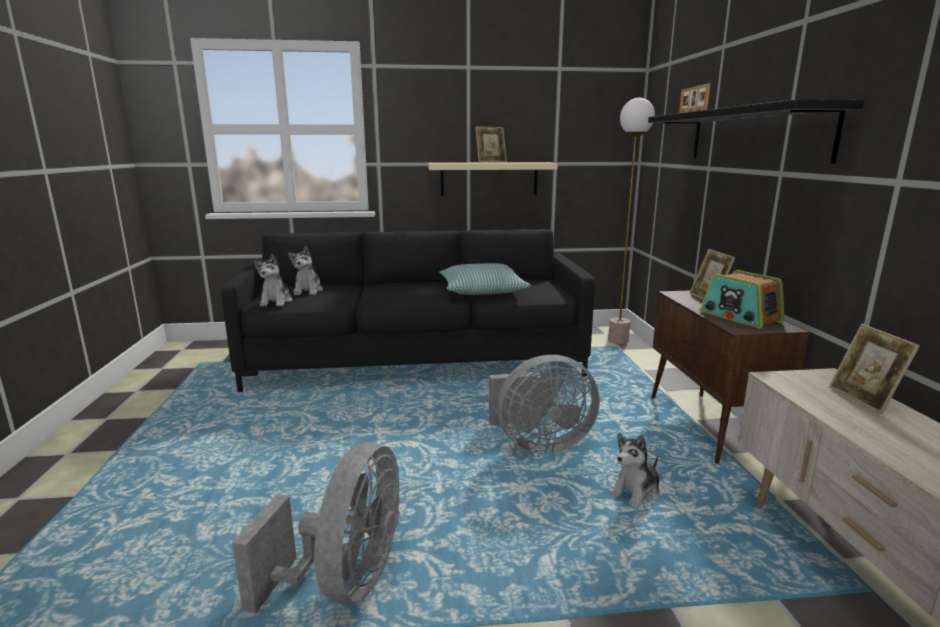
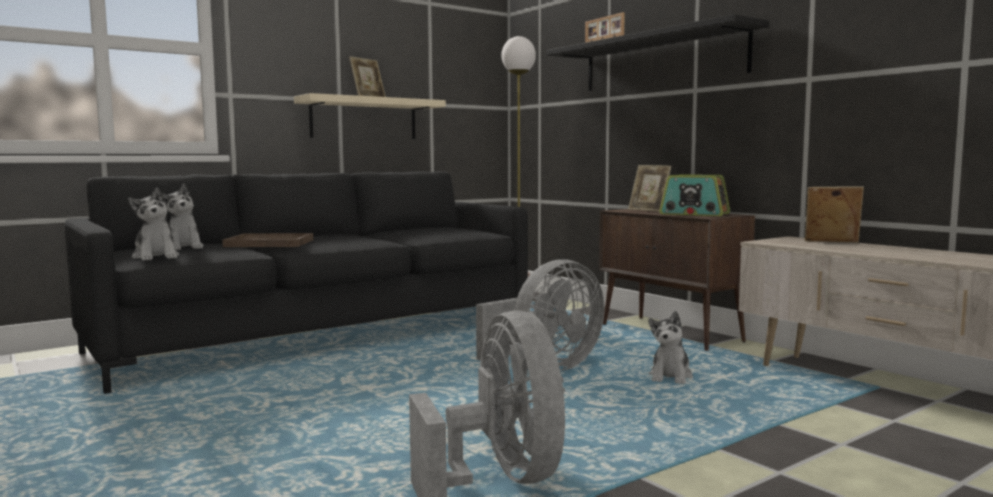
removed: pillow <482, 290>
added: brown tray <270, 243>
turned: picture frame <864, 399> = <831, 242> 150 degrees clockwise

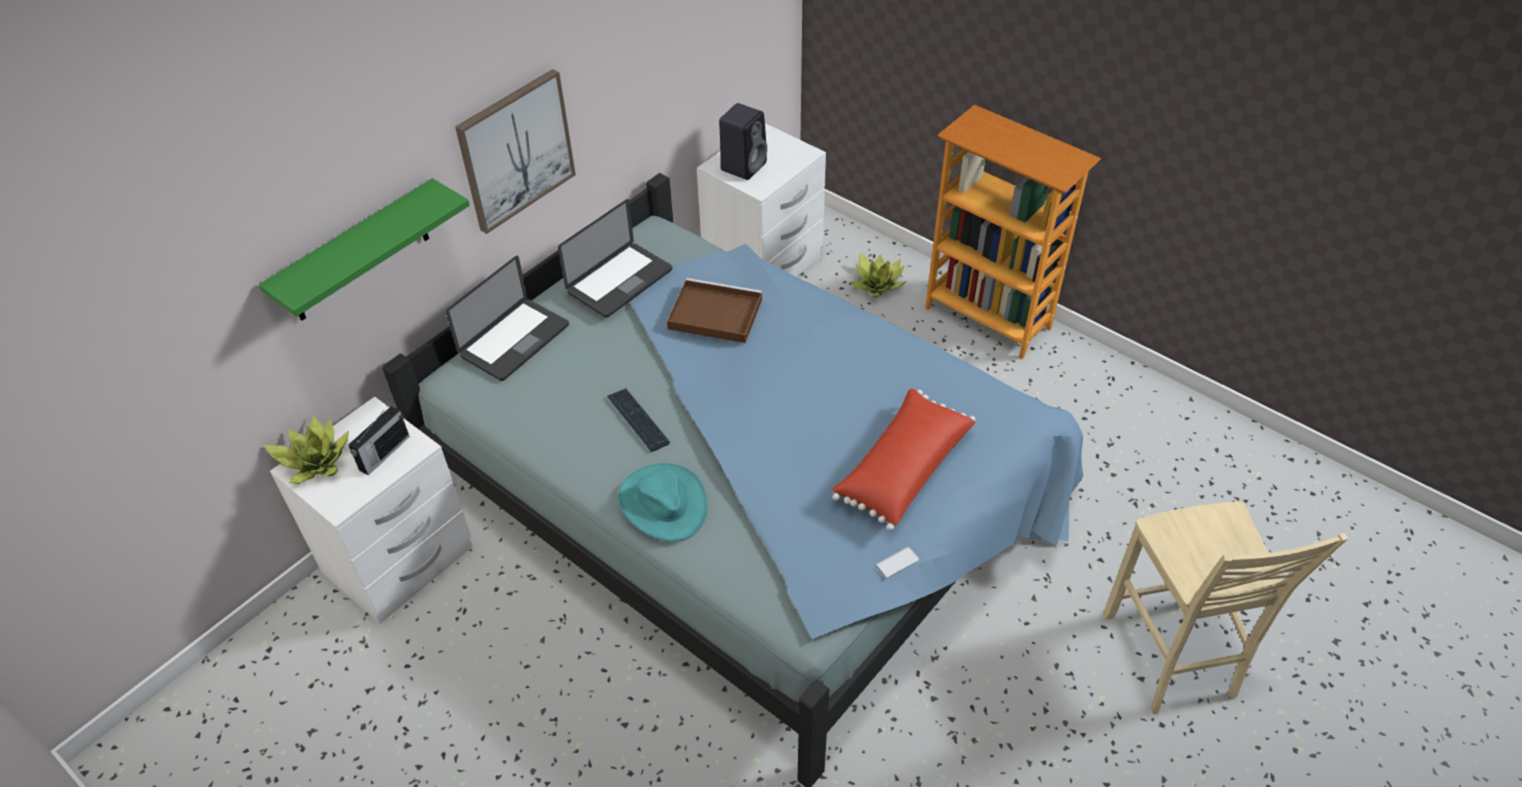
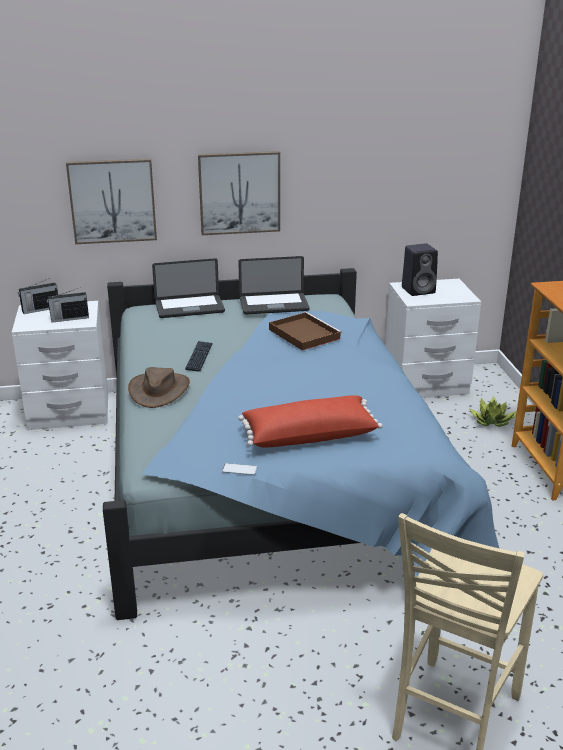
replaced: green shelf <358, 253> to picture <112, 201>; potted plant <315, 461> to radio <40, 309>
recoloured: turquoise hat <663, 503> to brown hat <159, 390>

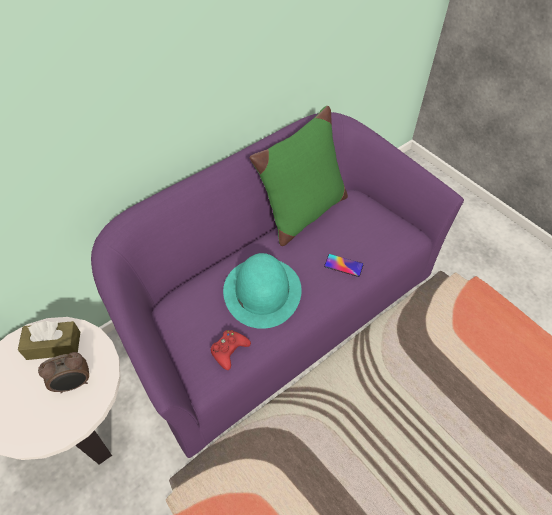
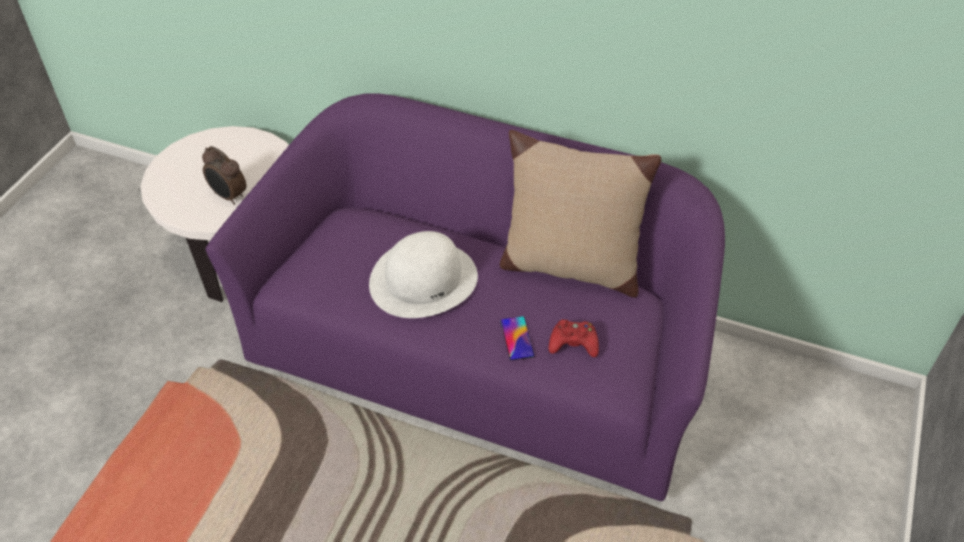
removed: brown tissue box <54, 345>
moved: red game controller <229, 350> to <573, 343>
recoloured: green pillow <302, 214> to beige pillow <569, 266>; turquoise hat <262, 291> to white hat <423, 279>

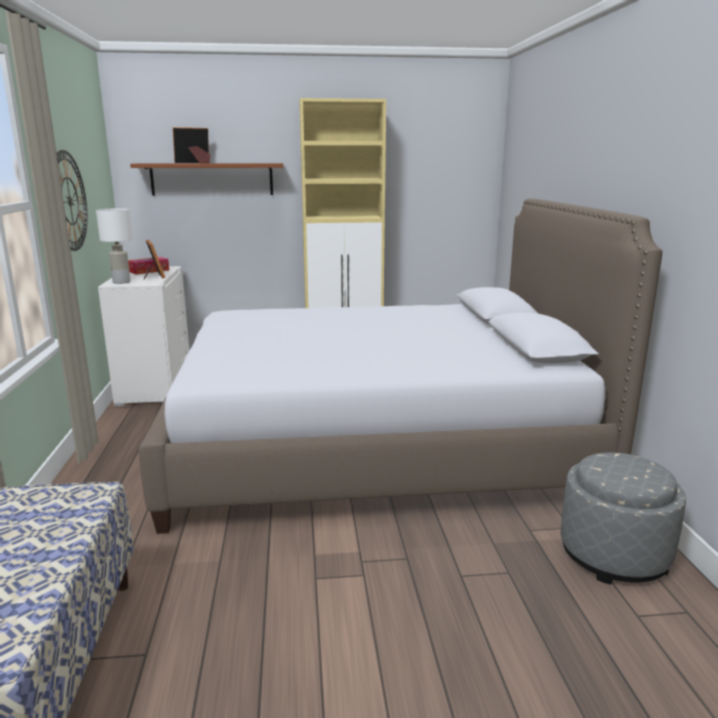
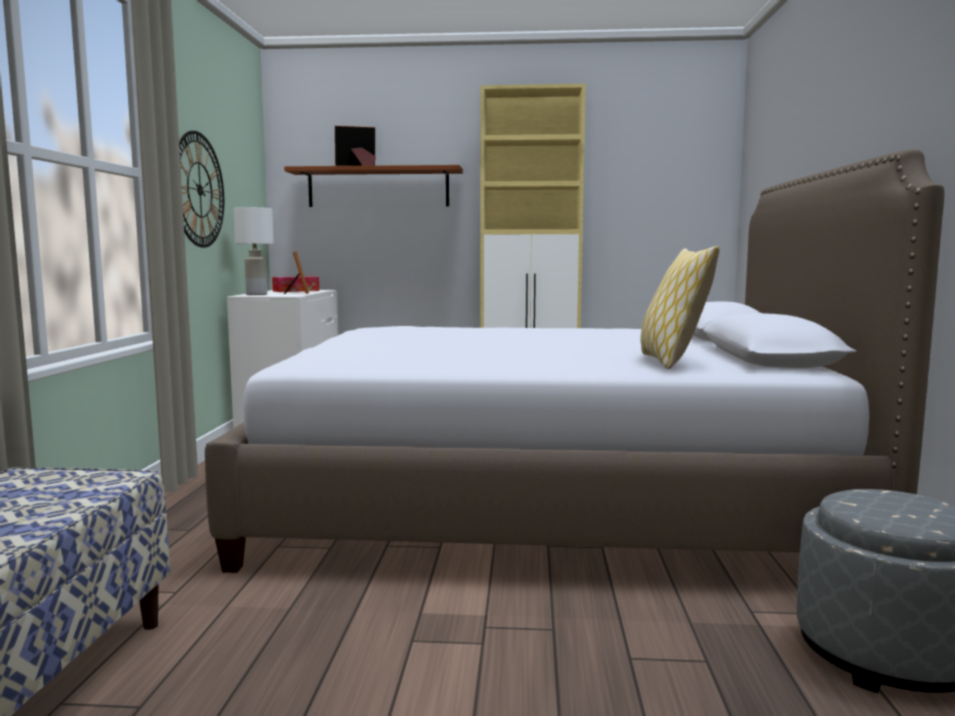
added: pillow <672, 362>

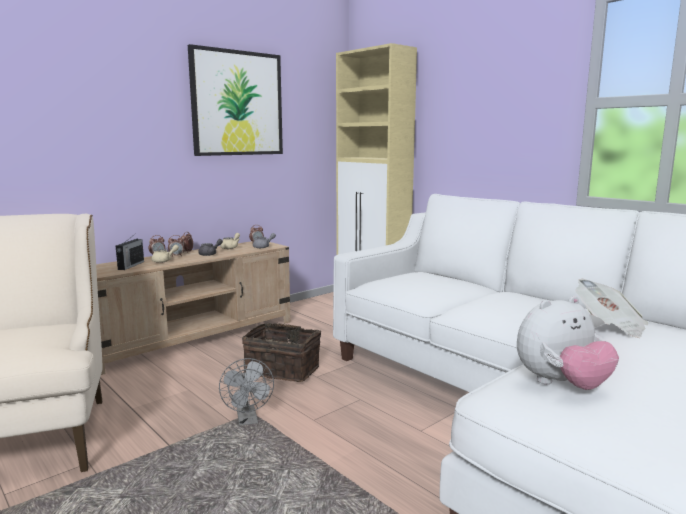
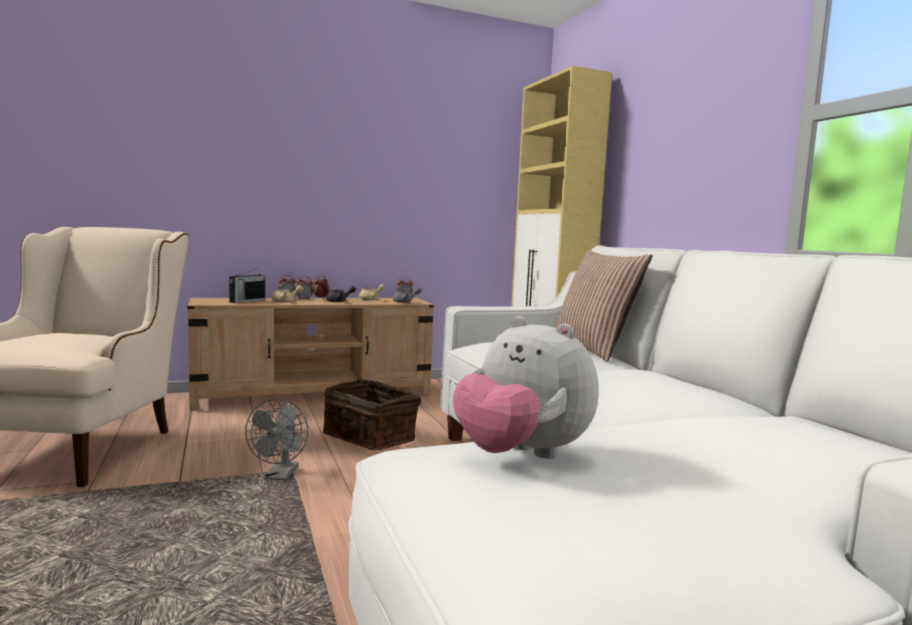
removed: picture <237, 103>; newspaper <609, 325>
added: pillow <593, 349>
turned: plush toy <561, 385> = <521, 455> 45 degrees clockwise

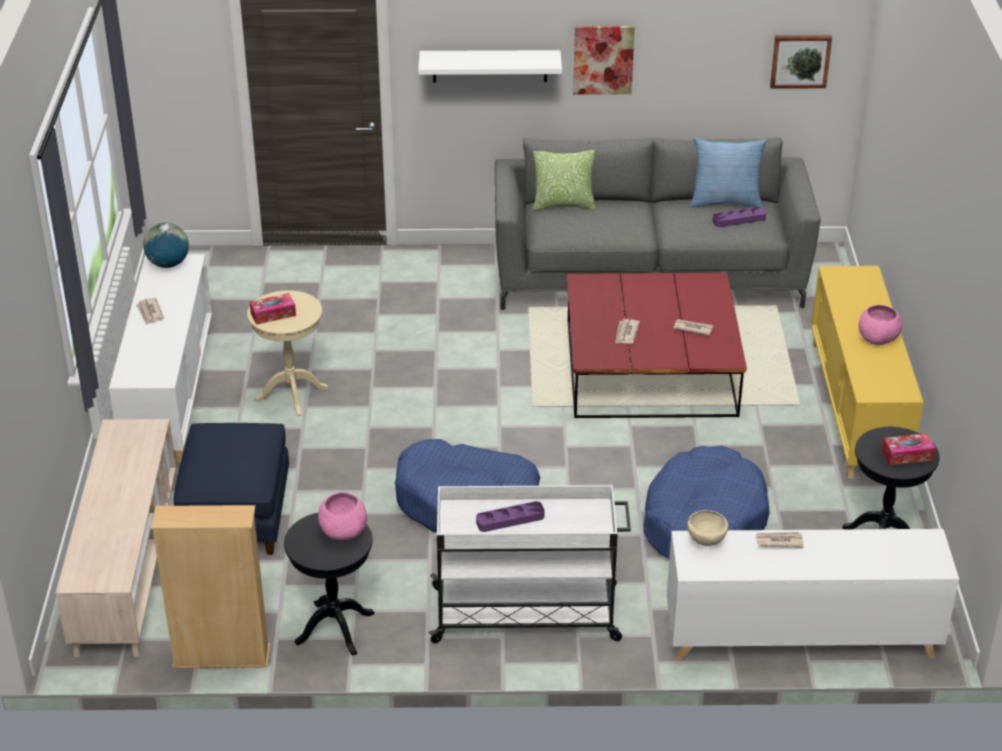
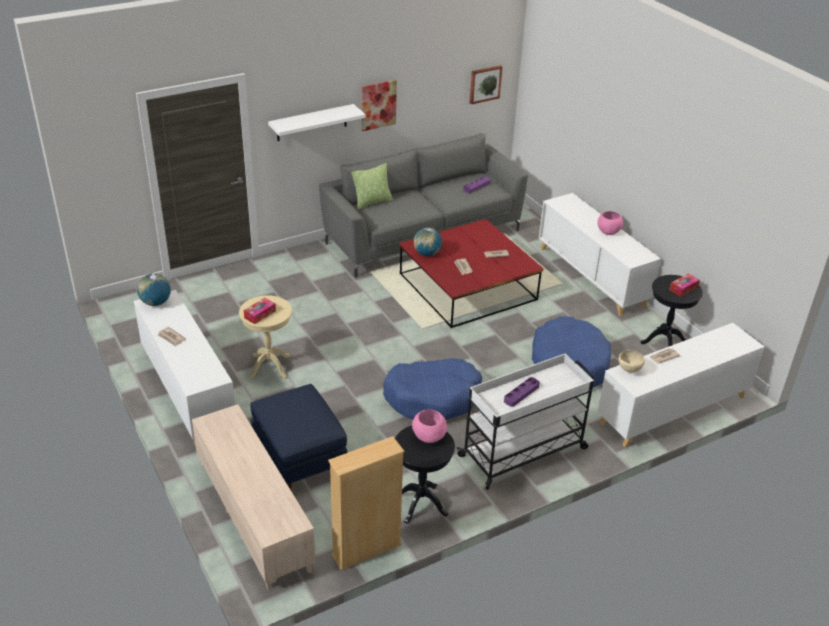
removed: pillow <725, 201>
added: globe <427, 254>
recoloured: yellow cabinet <856, 408> to white cabinet <591, 277>

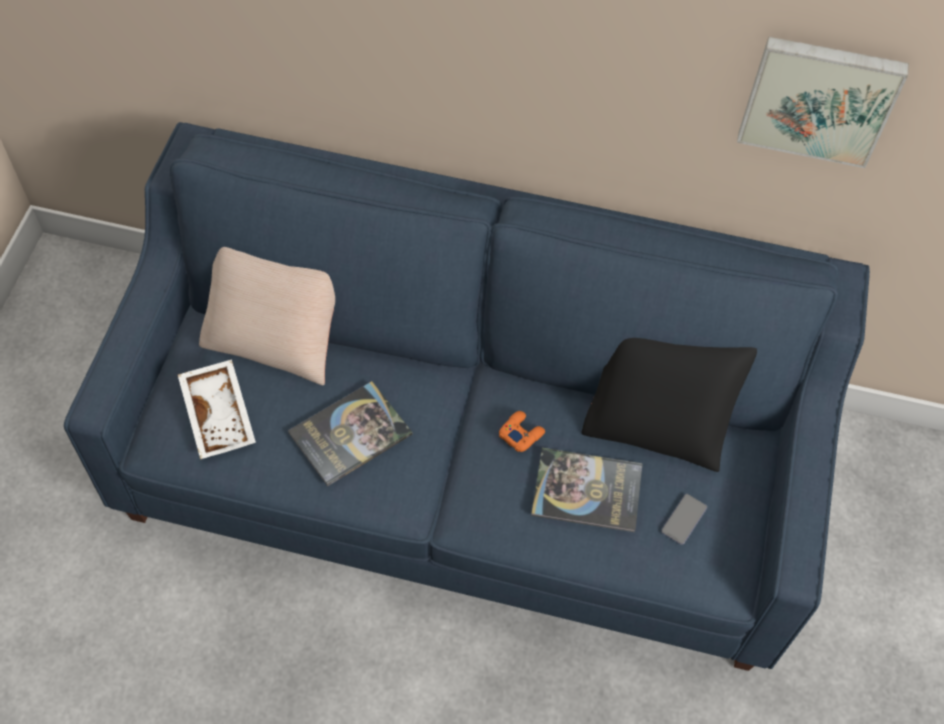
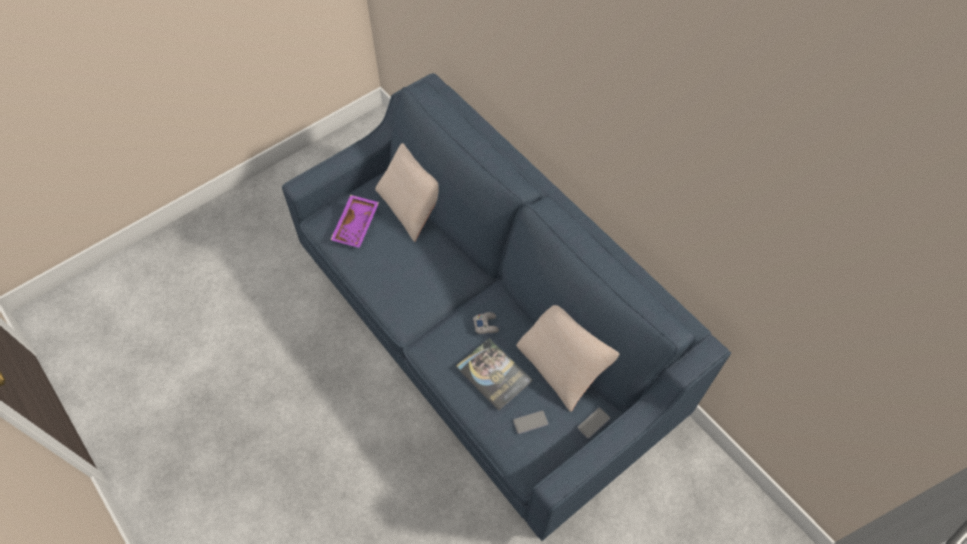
removed: picture <819, 98>; book <350, 434>
added: phone <593, 423>
recoloured: black pillow <658, 419> to beige pillow <563, 364>; white tray <220, 414> to purple tray <357, 226>; orange game controller <521, 433> to grey game controller <486, 325>

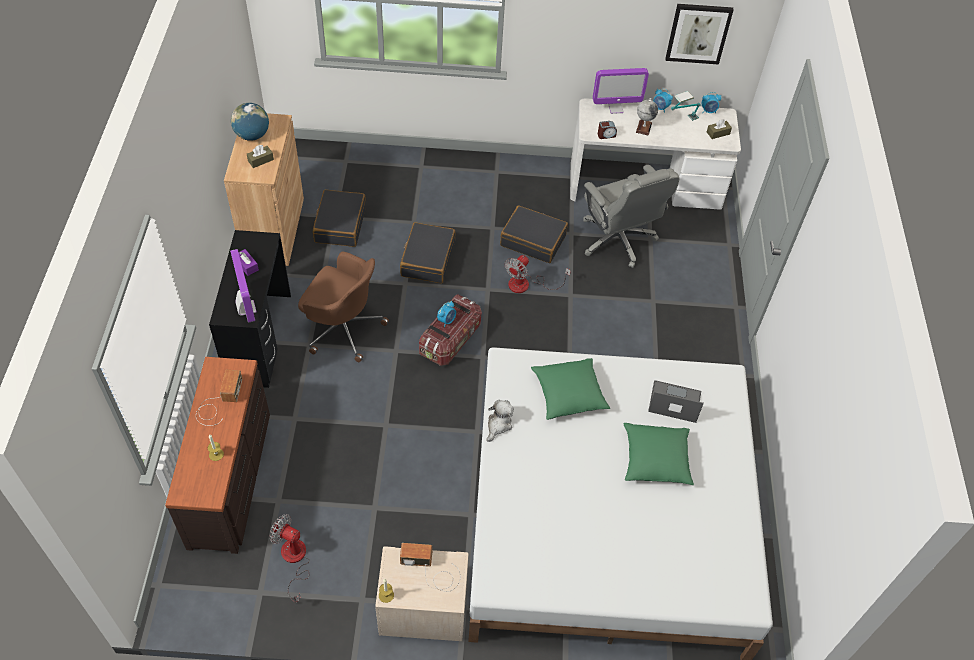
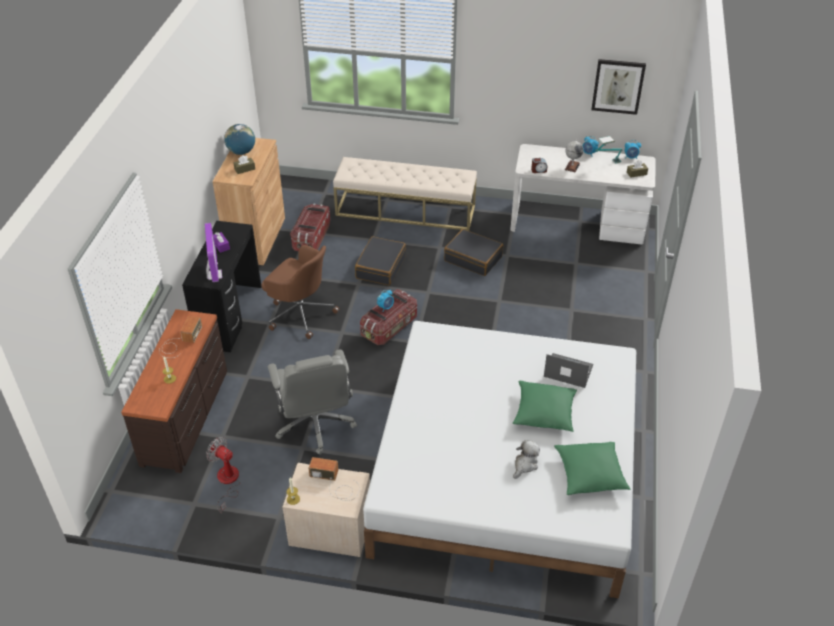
removed: monitor <615, 108>; fan <526, 285>
added: beige bench <406, 210>
moved: grey office chair <618, 240> to <315, 424>; green pillow <568, 394> to <590, 474>; plush toy <498, 425> to <525, 464>
replaced: black suitcase <340, 224> to storage box <311, 238>

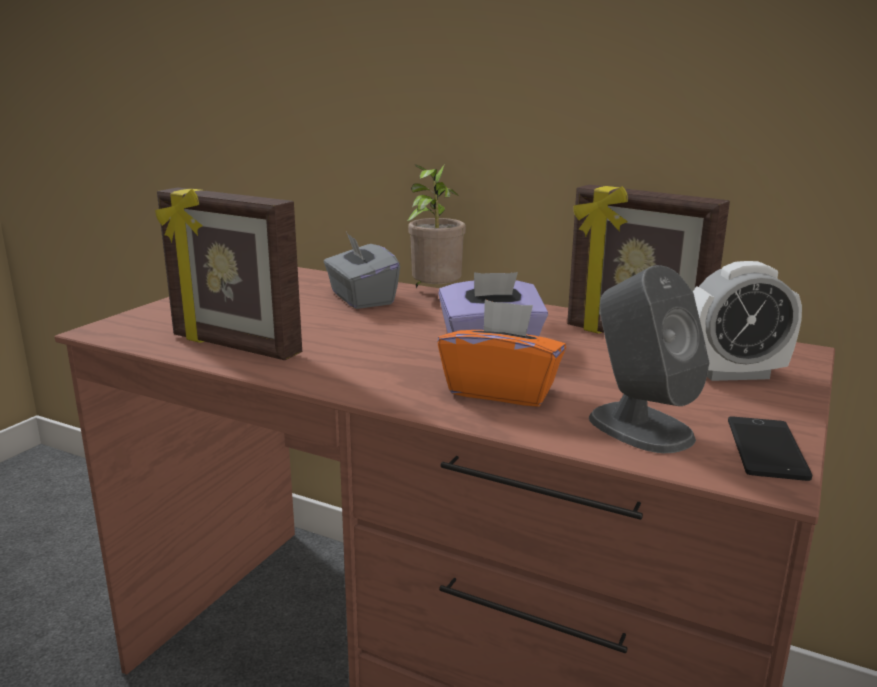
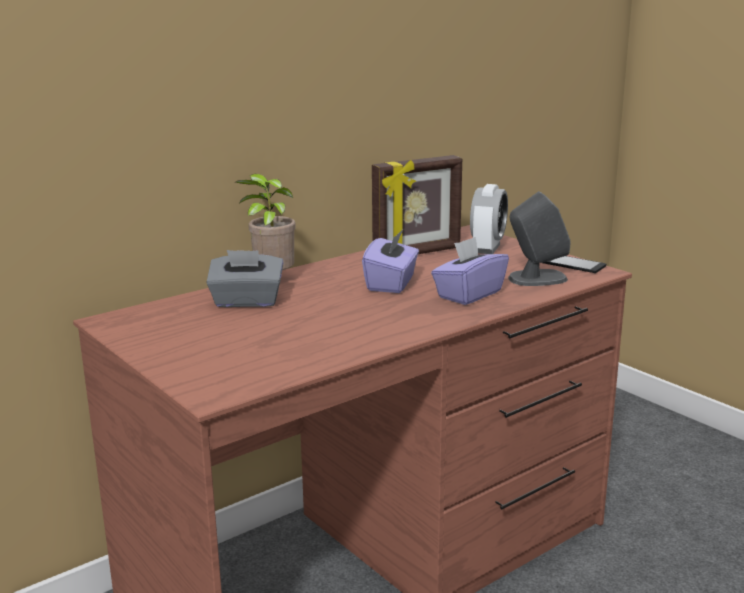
removed: picture frame <234, 346>
recoloured: orange tissue box <501, 391> to purple tissue box <469, 294>

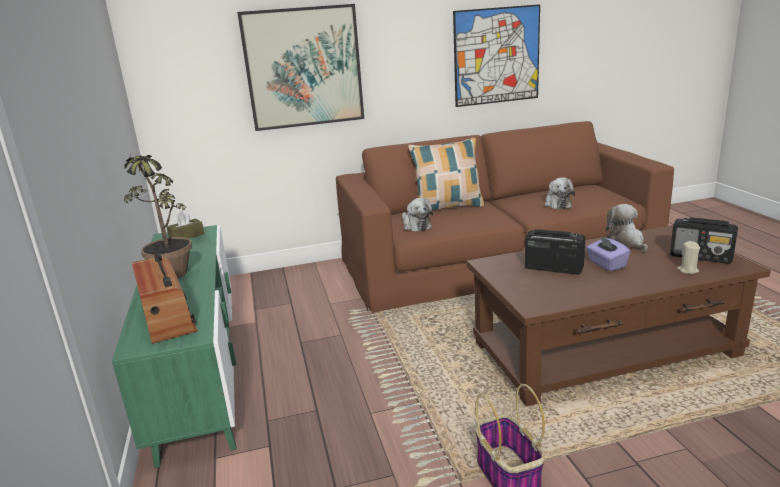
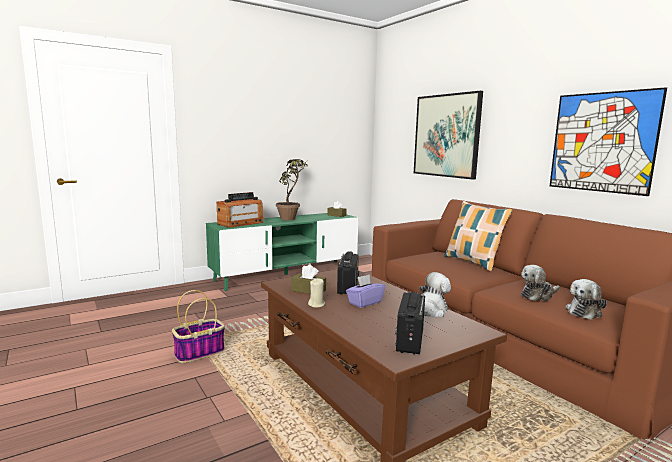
added: brown tissue box <308, 290>
moved: plush toy <416, 225> to <584, 311>; beige candle <687, 270> to <316, 304>

